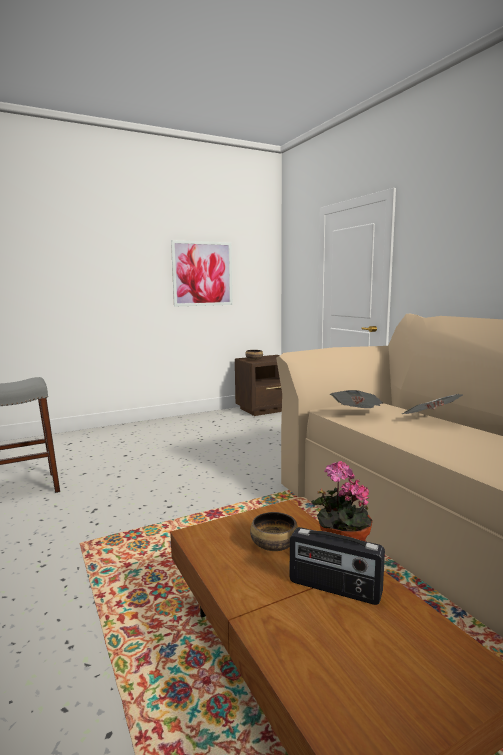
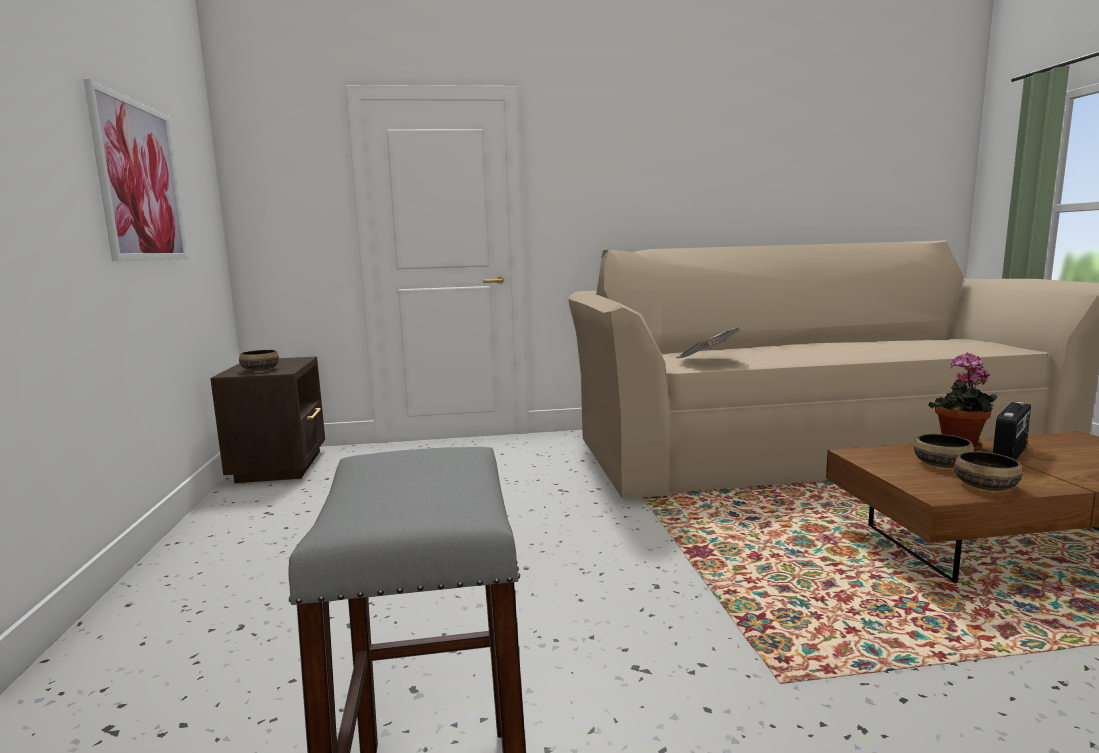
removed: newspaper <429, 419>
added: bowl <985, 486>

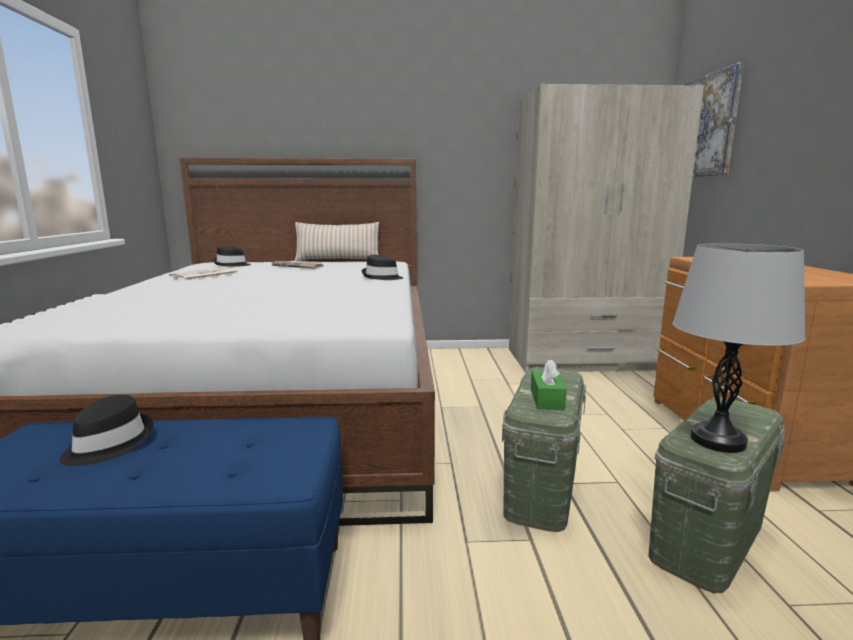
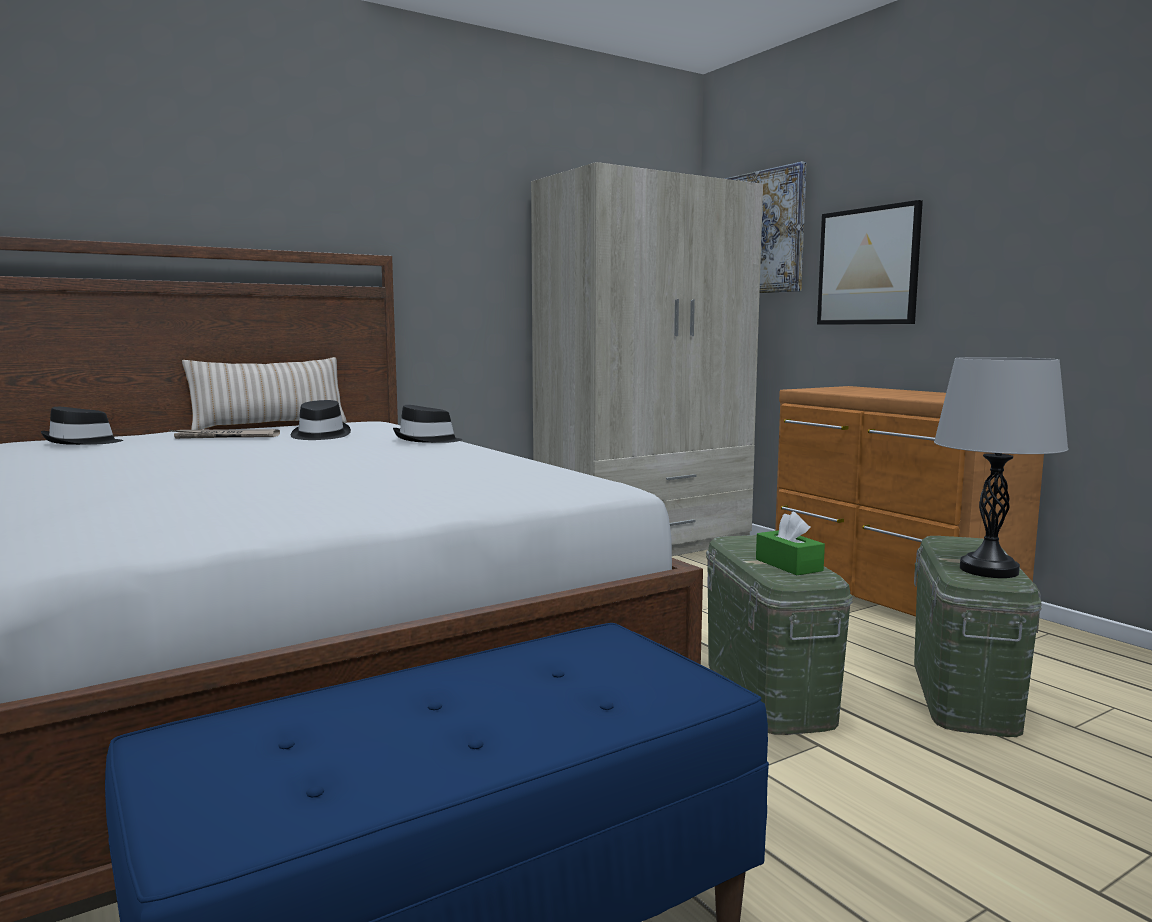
removed: newspaper <204, 275>
added: picture <868, 266>
moved: black hat <108, 444> to <319, 435>

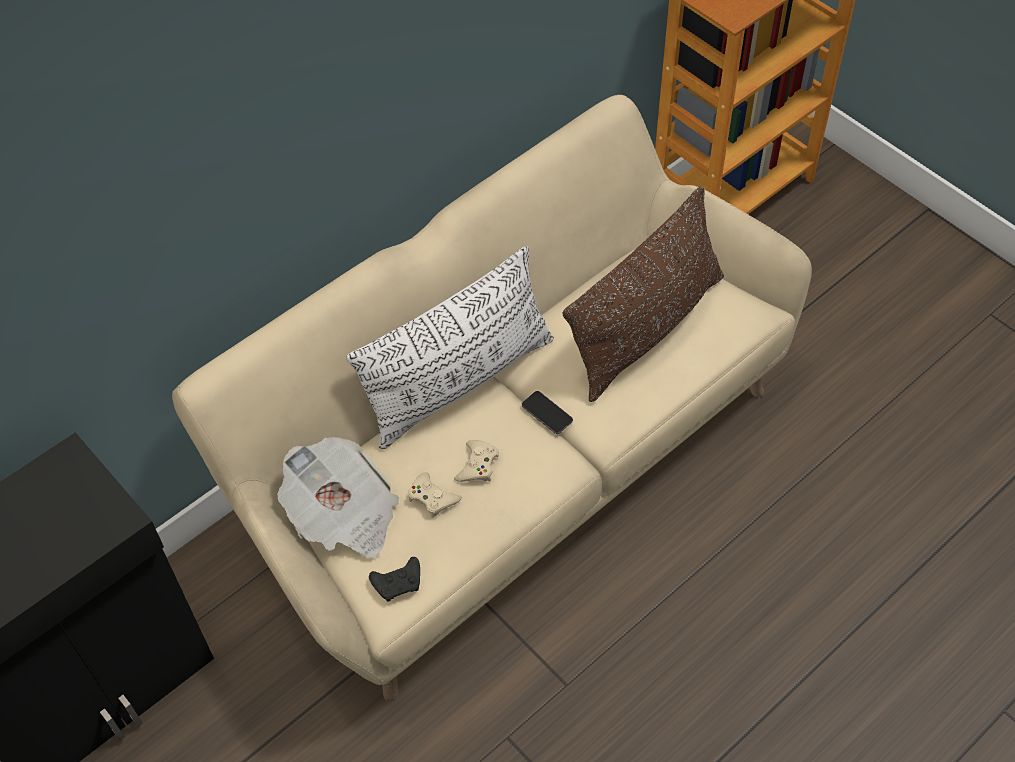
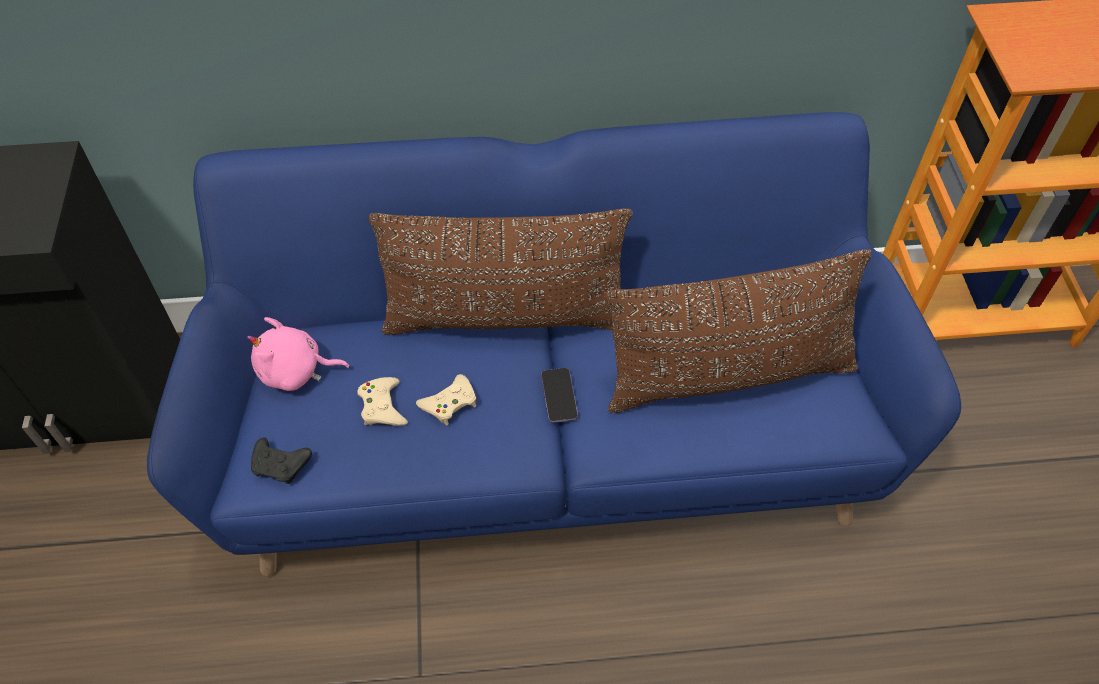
replaced: newspaper <343, 515> to pink plush toy <295, 371>
recoloured: beige sofa <510, 462> to blue sofa <549, 432>; white pillow <459, 383> to brown pillow <505, 317>

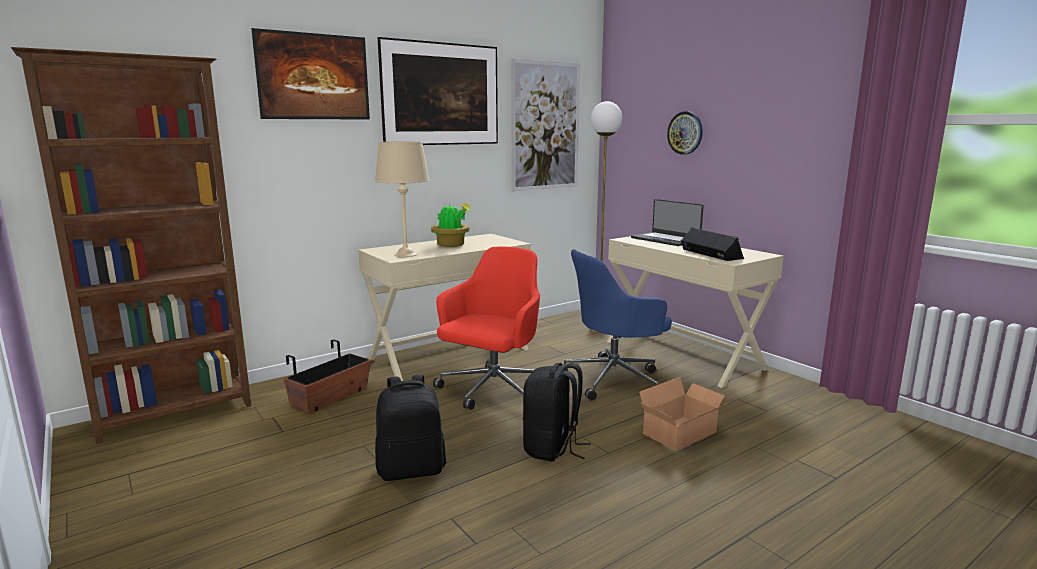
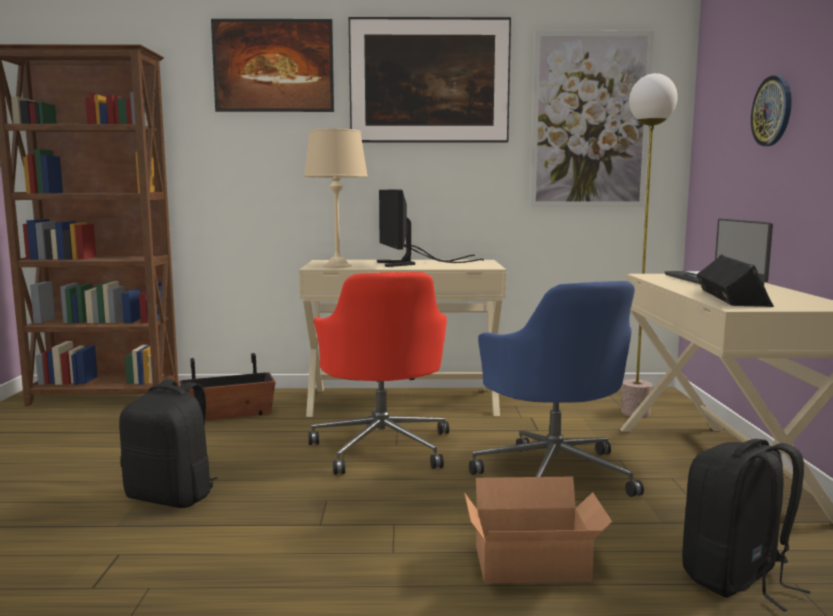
moved: black backpack <552, 448> to <736, 579>
replaced: potted plant <451, 245> to monitor <410, 263>
turned: red office chair <492, 390> = <382, 447> 105 degrees clockwise; blue office chair <614, 379> = <554, 473> 120 degrees counterclockwise

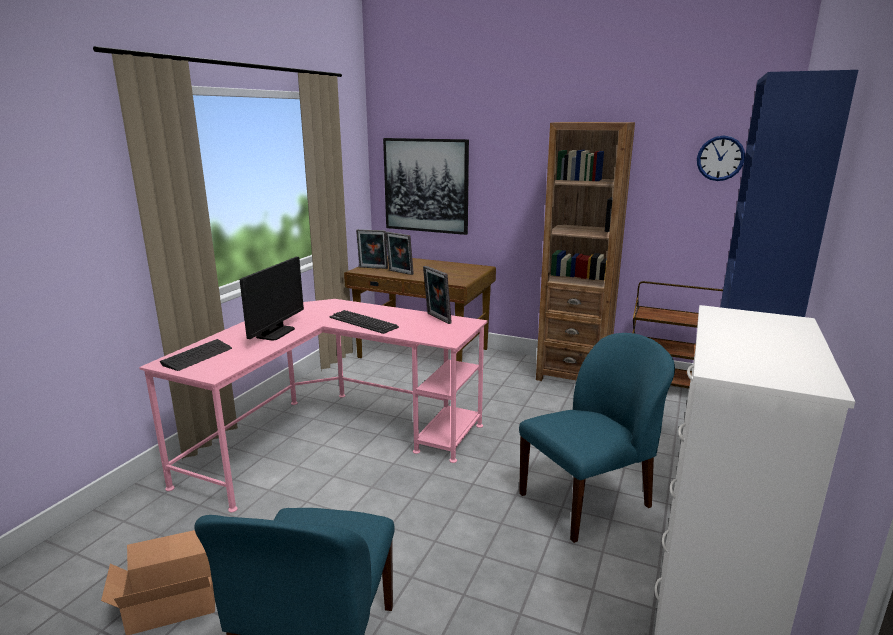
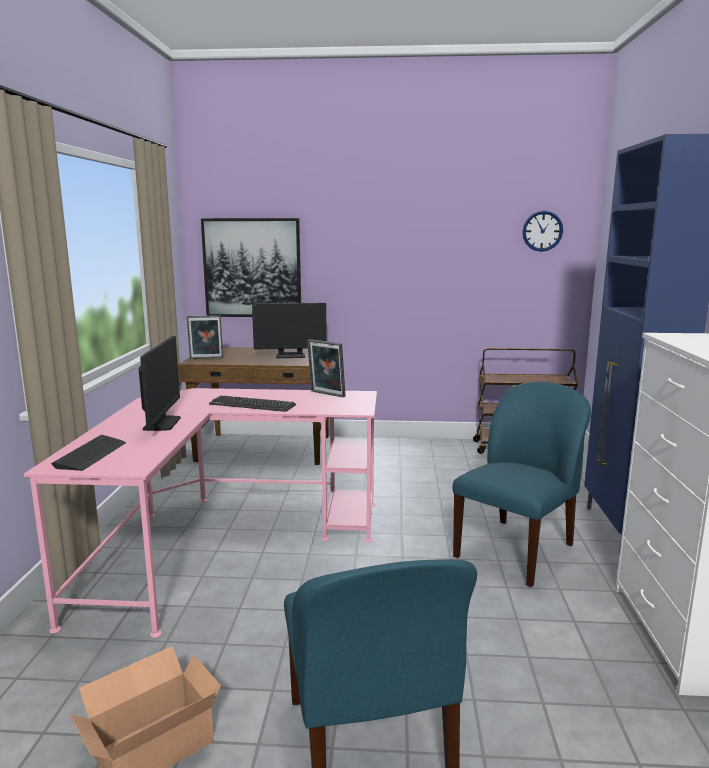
removed: brown bookcase <573, 375>; picture frame <400, 272>
added: monitor <290, 356>

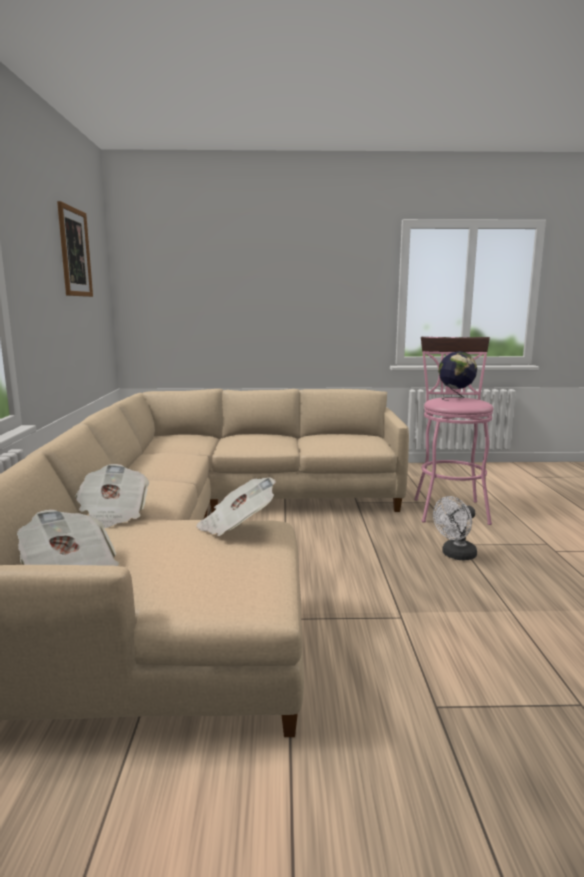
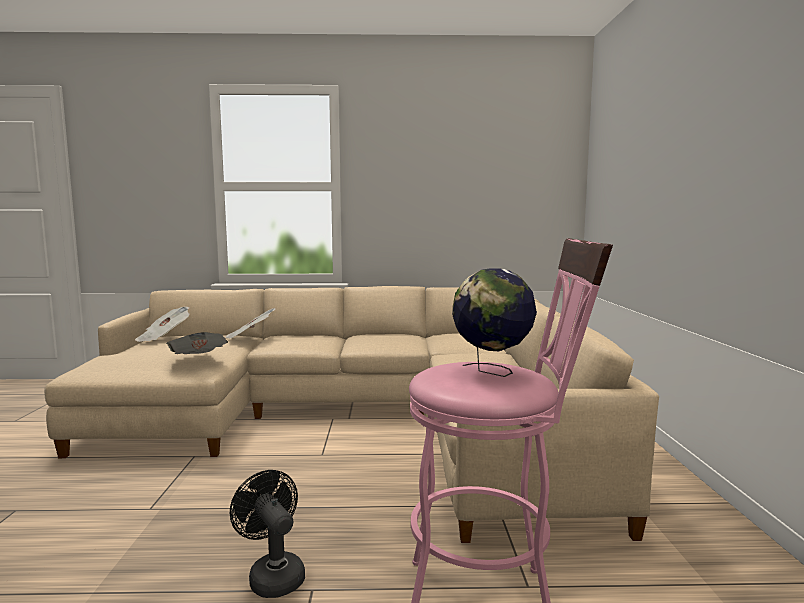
removed: picture <74, 252>
recoloured: white fan <455, 555> to black fan <273, 575>

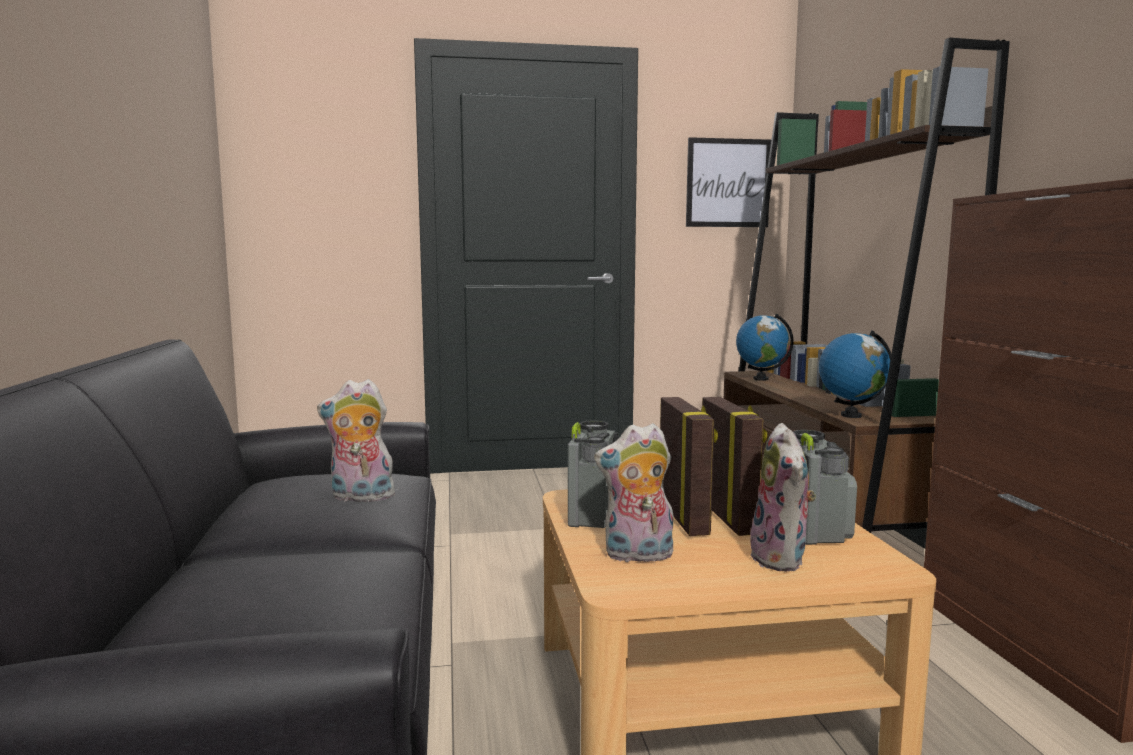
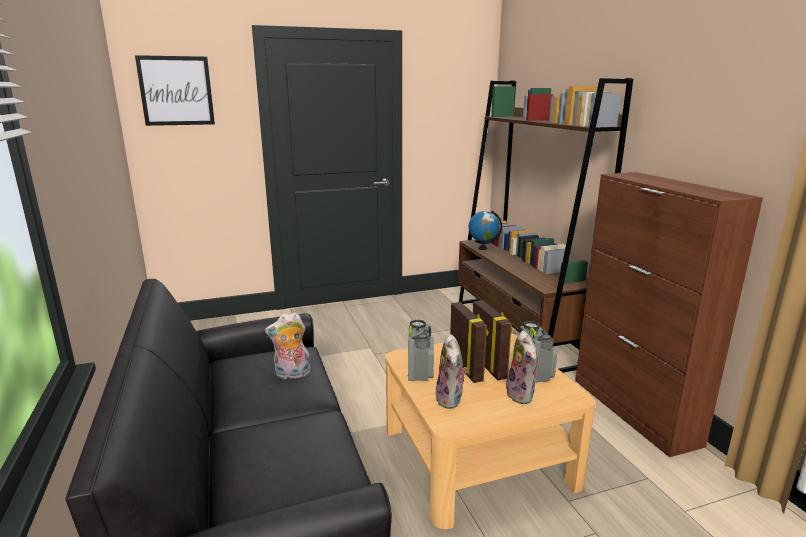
removed: globe <851, 415>
moved: picture <728, 183> to <176, 91>
turned: plush toy <637, 556> = <451, 400> 75 degrees counterclockwise

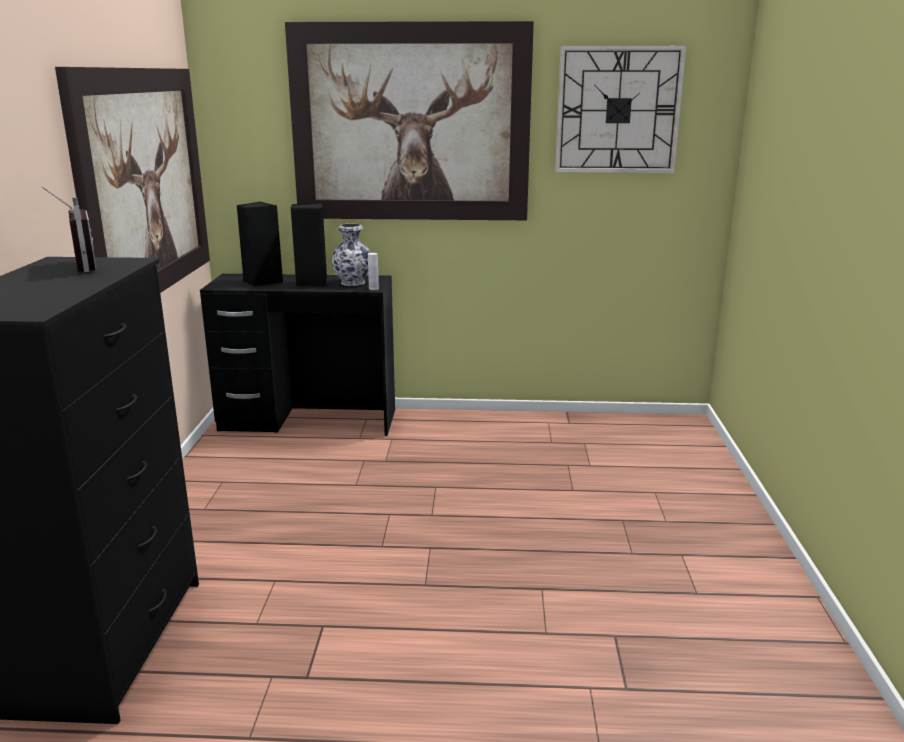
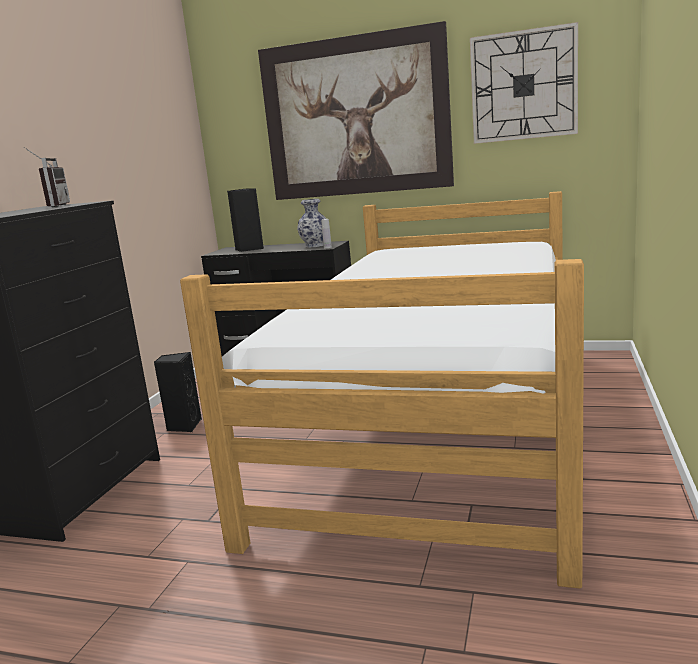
removed: picture <144, 183>
added: bed <441, 424>
moved: black speaker <312, 283> to <184, 426>

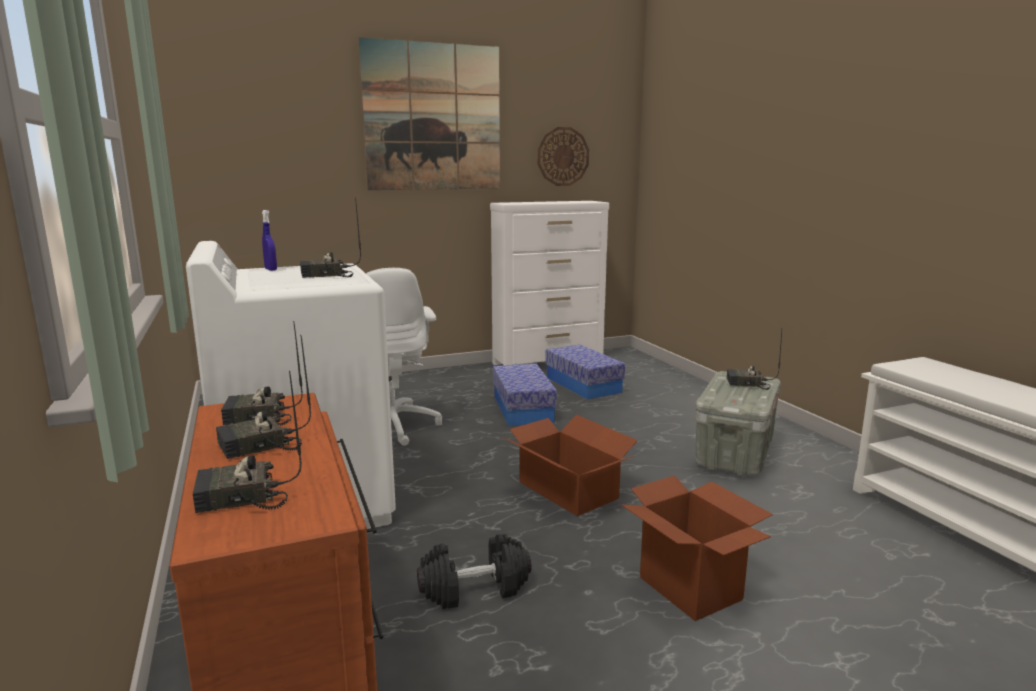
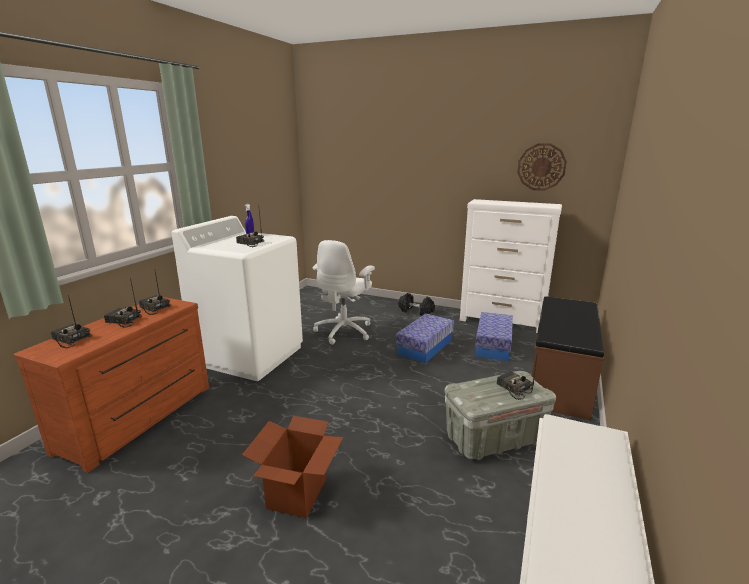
removed: picture <433, 117>; cardboard box <568, 489>
added: brown bench <561, 380>
moved: black dumbbell <475, 589> to <416, 311>

